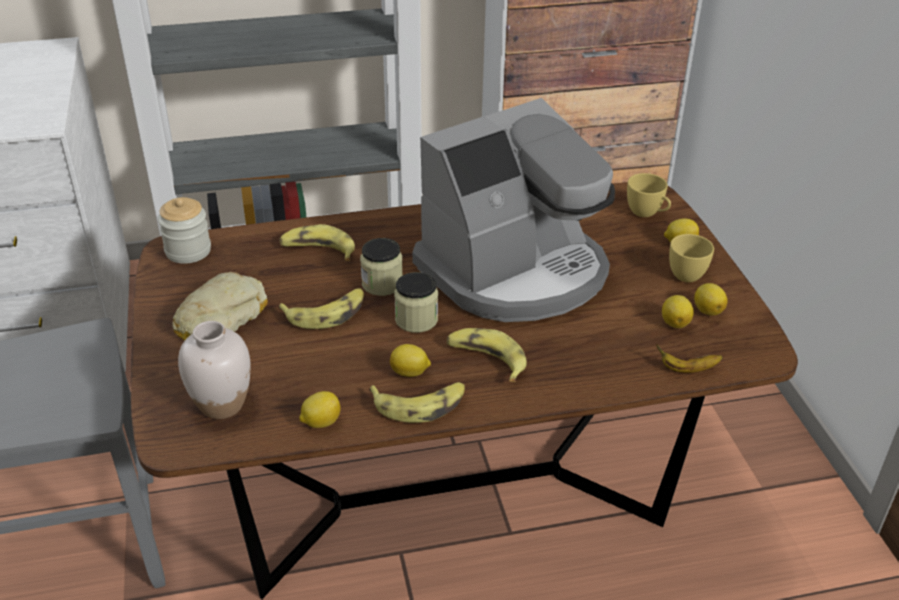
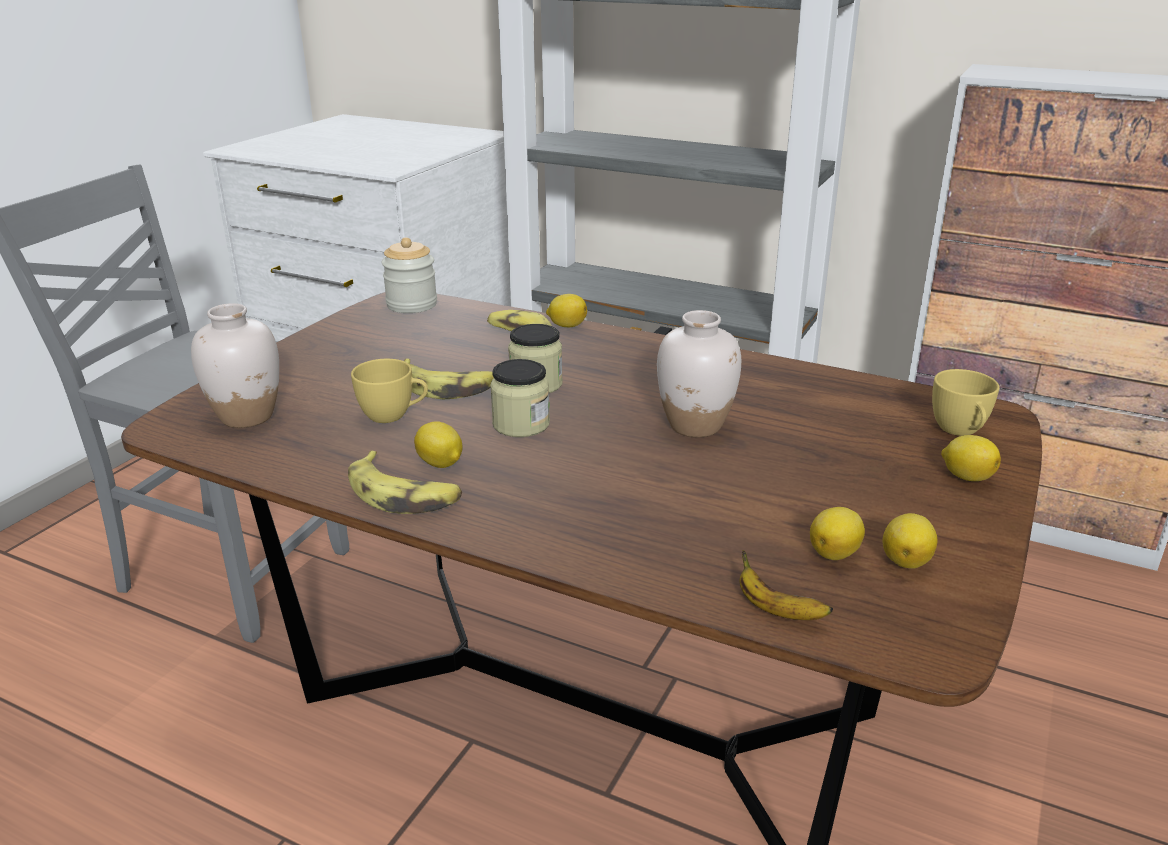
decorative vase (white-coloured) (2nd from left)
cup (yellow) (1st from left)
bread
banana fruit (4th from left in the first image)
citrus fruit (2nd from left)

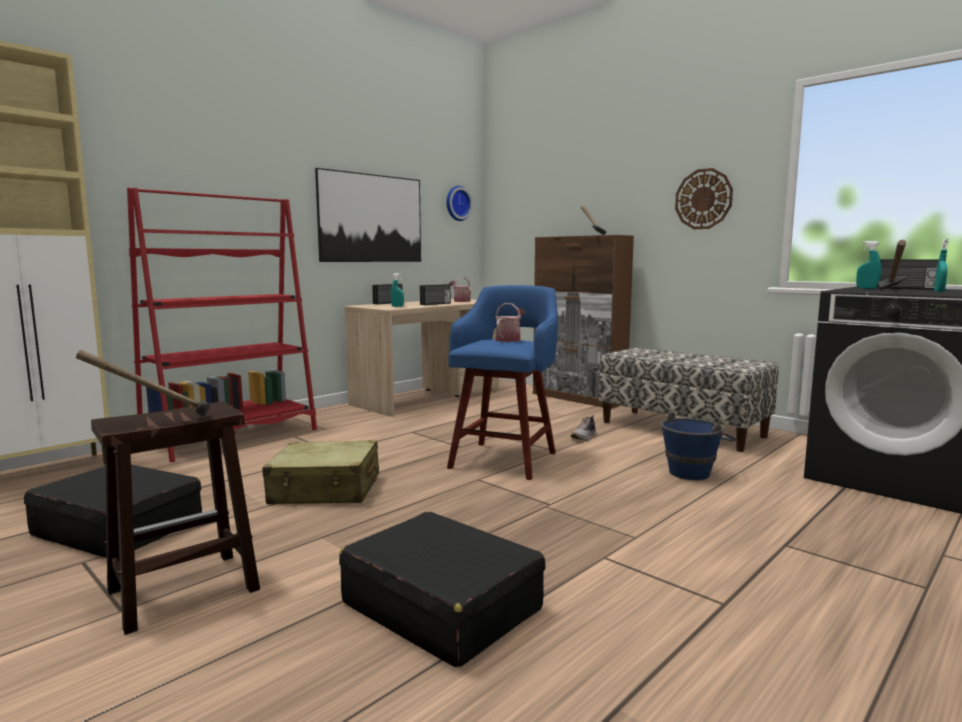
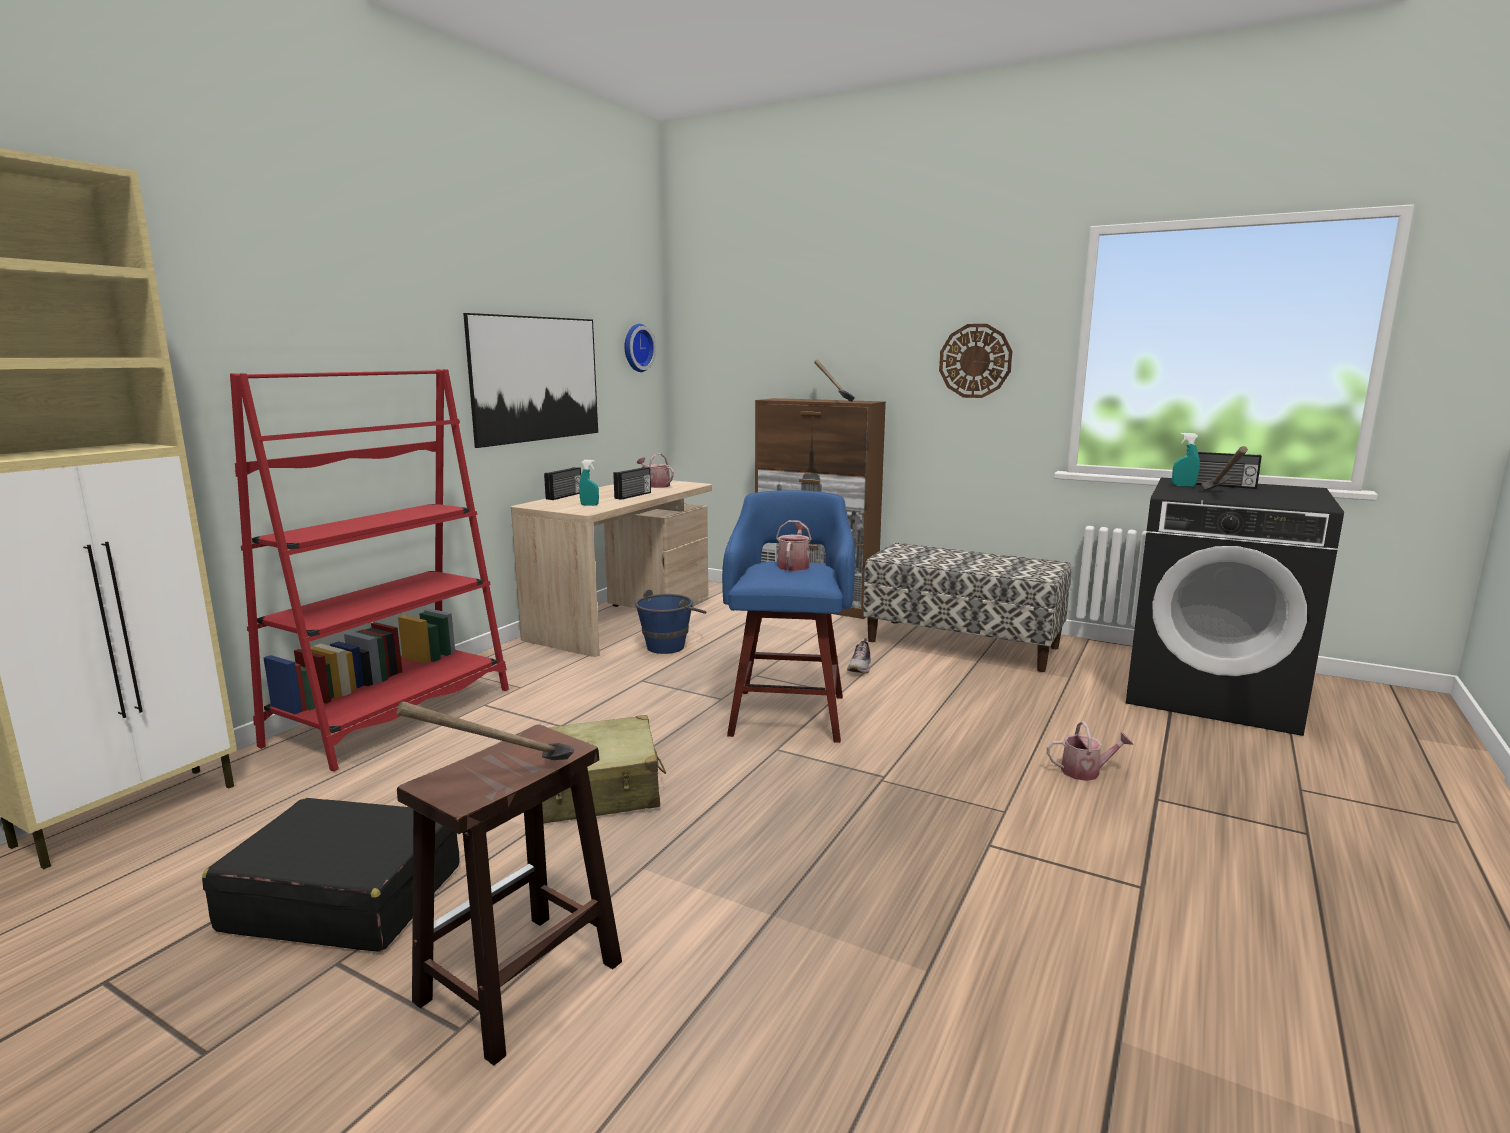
spray bottle (blue-green) (3rd from left in the first image)
bucket (blue-coloured)
piece of luggage (black-coloured) (2nd from left in the first image)
watering pot (3rd from left)

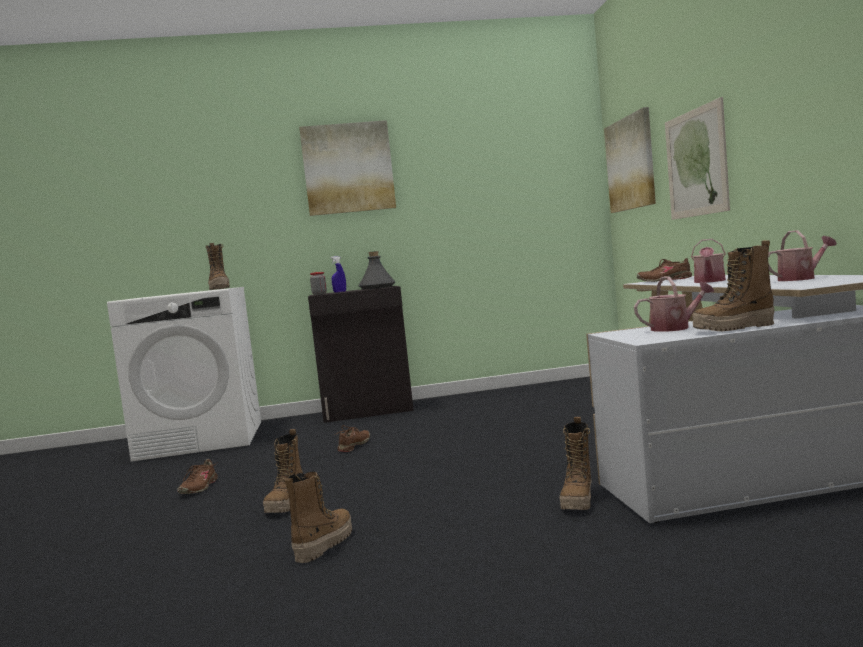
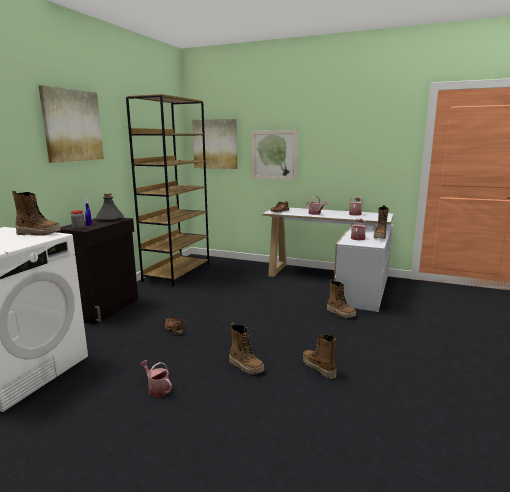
watering pot (1st from left)
shelving unit (brown)

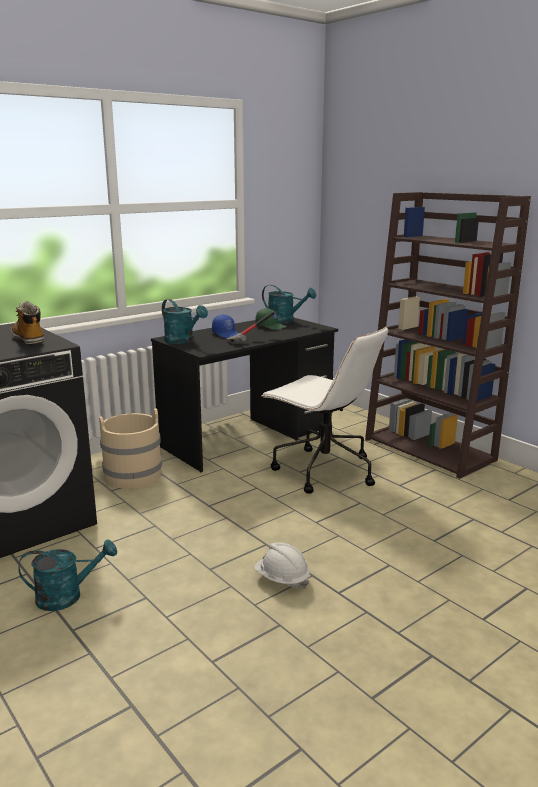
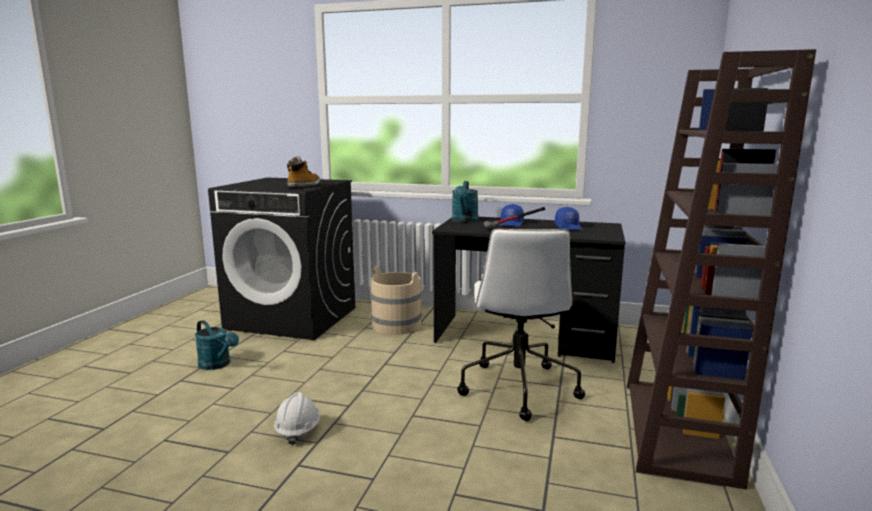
watering pot (blue-green) (3rd from left in the first image)
cap (blue-coloured) (2nd from left)

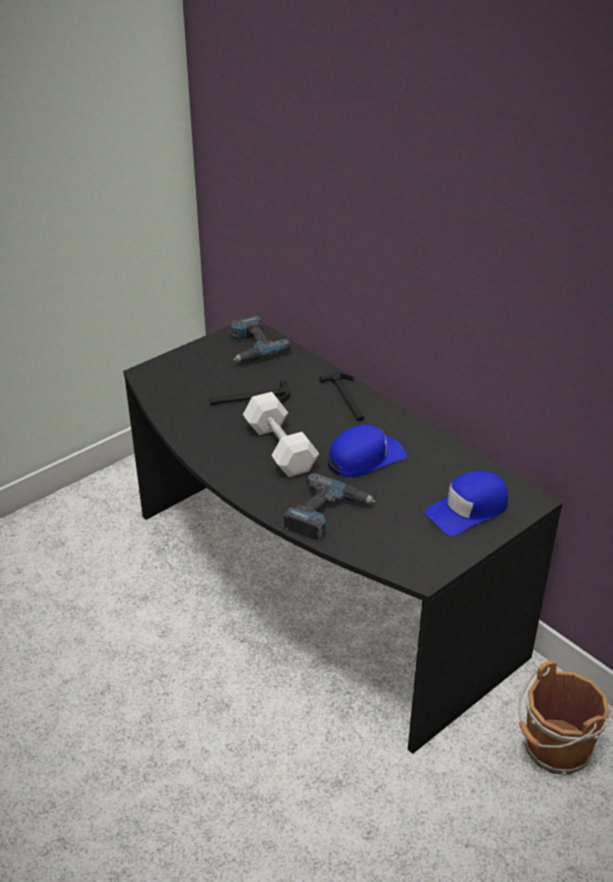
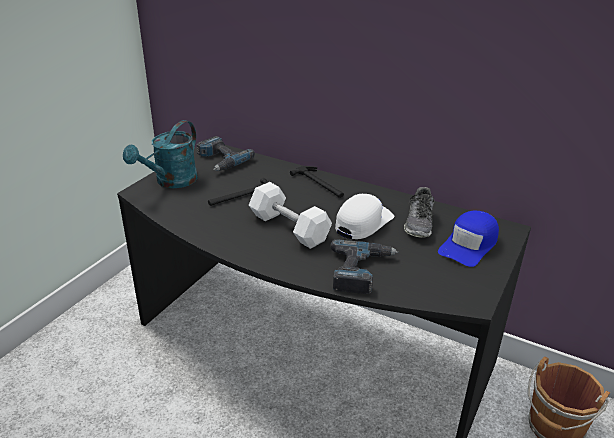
cap (white-coloured)
watering pot (blue-green)
shoe

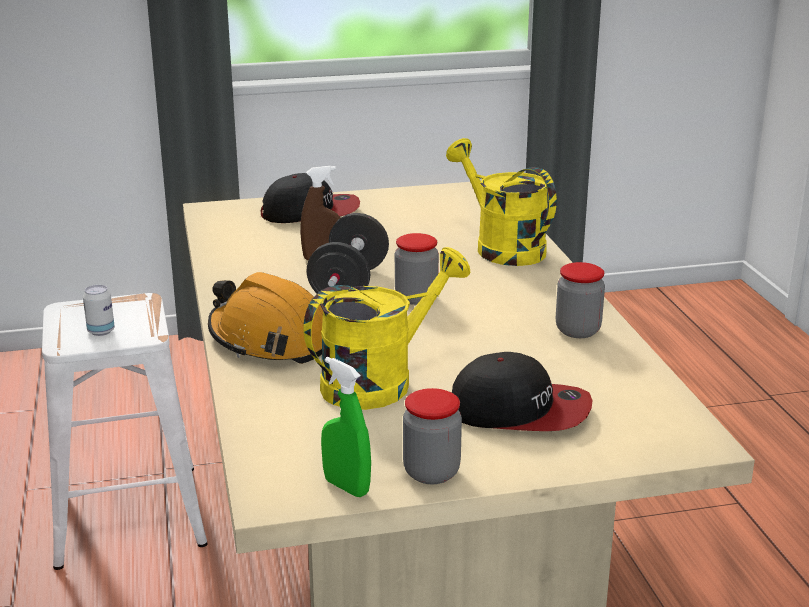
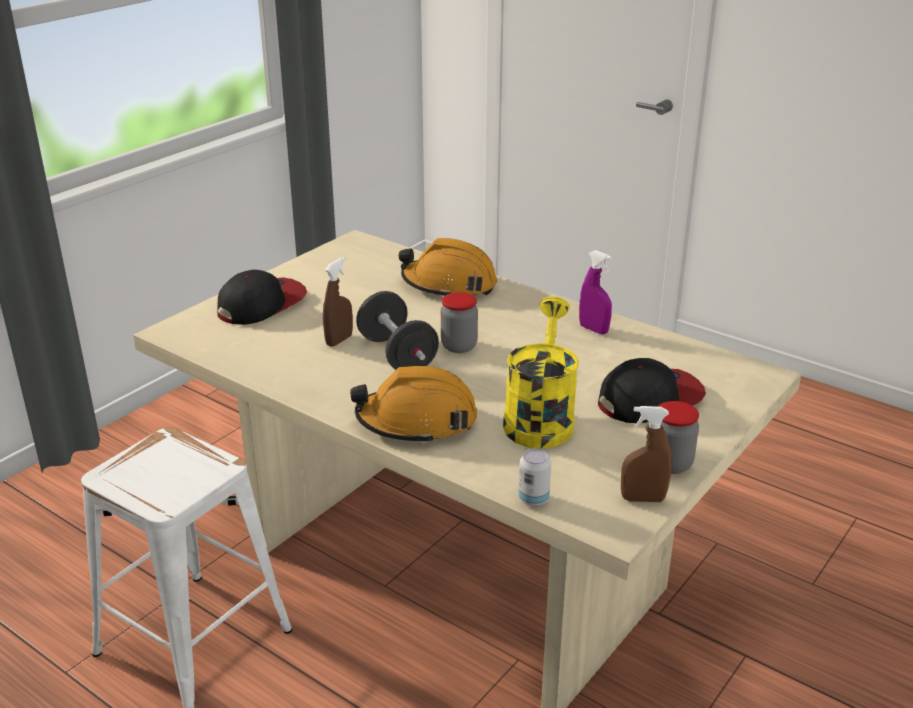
hard hat (orange-coloured) (2nd from left)
spray bottle (purple-coloured)
metal can
spray bottle (brown) (2nd from left)

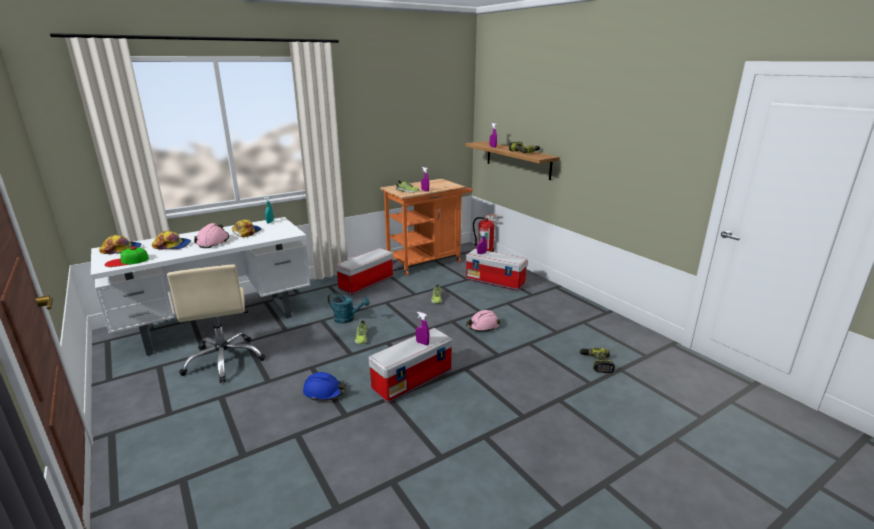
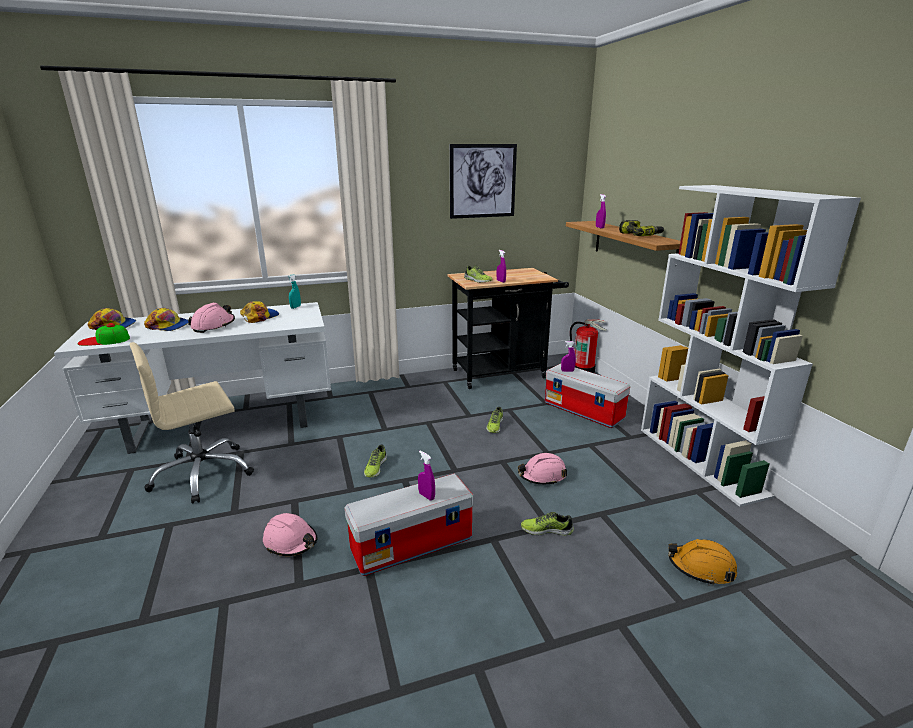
wheeled cart (black-coloured)
storage box (1st from left in the first image)
computer chair (beige)
watering pot (blue-green)
hard hat (orange-coloured)
hard hat (pink) (2nd from left)
wall art
shelving unit (white-coloured)
shoe (4th from left)

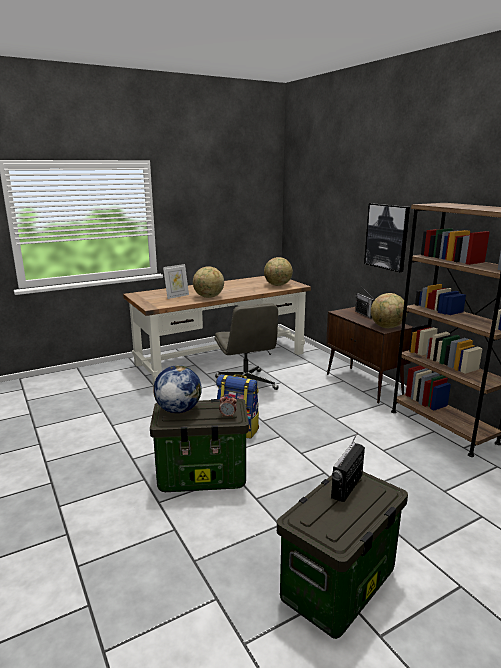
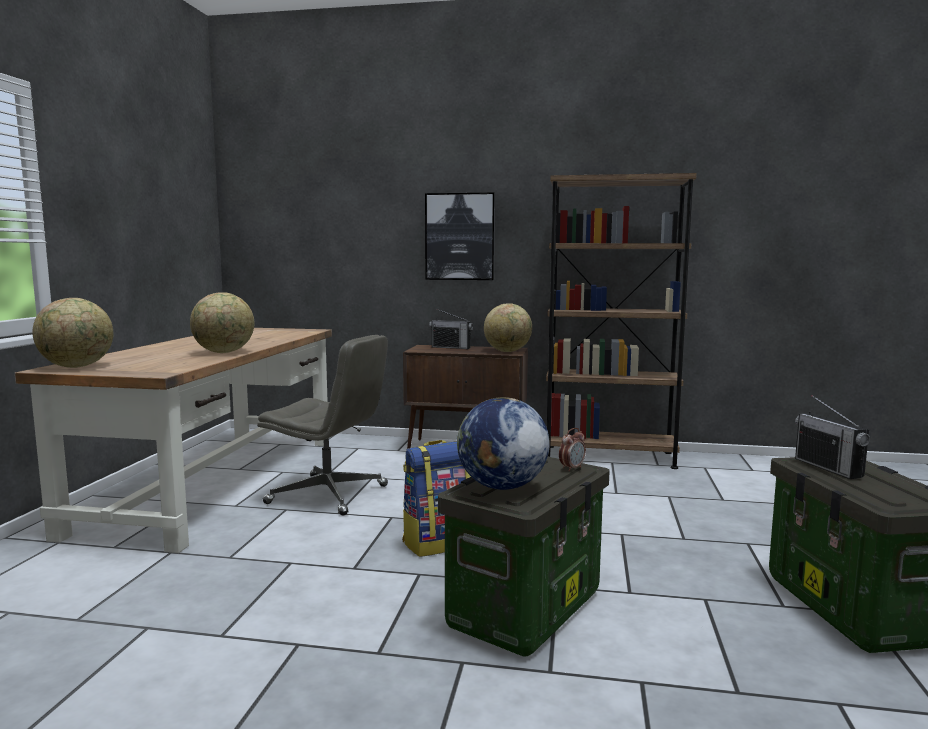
globe (1st from left)
photo frame

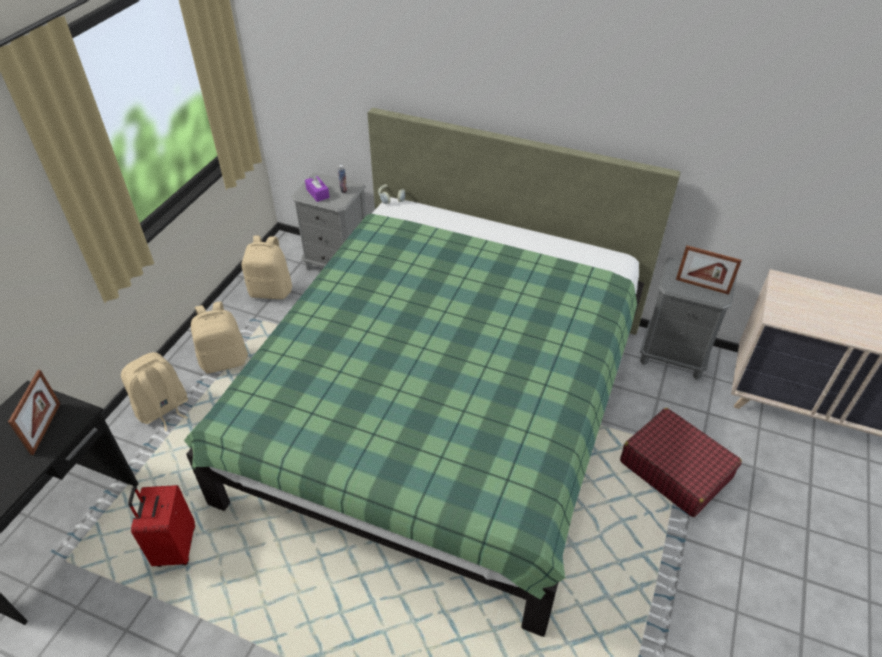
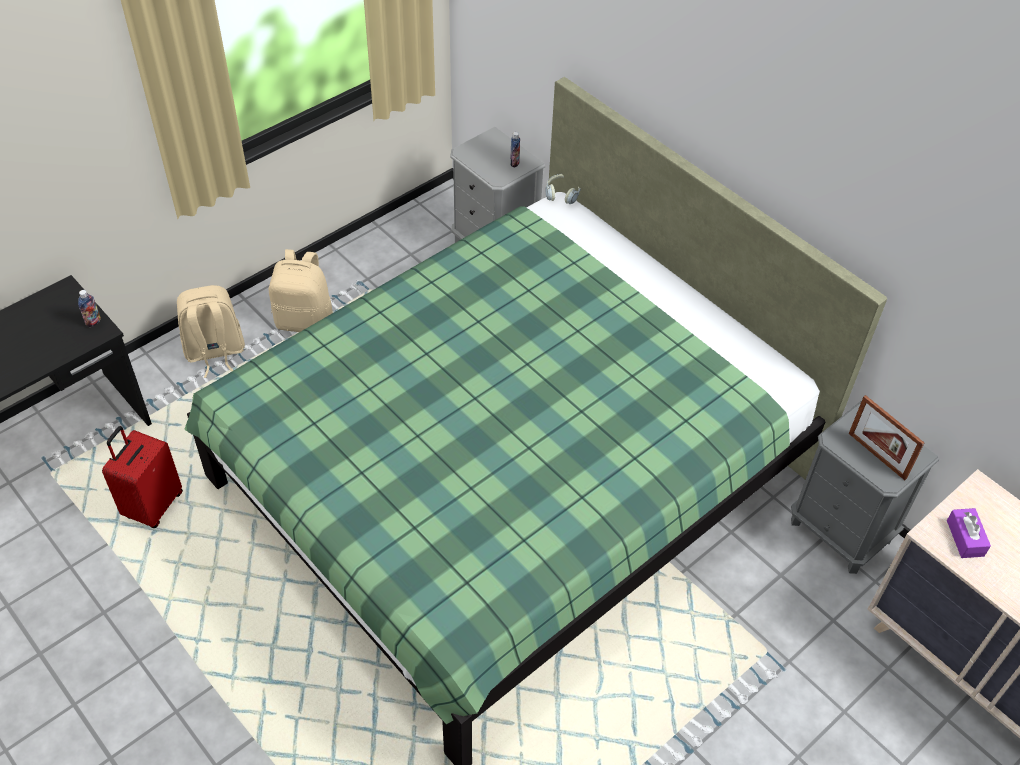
tissue holder (purple-coloured)
rucksack (beige) (3rd from left in the first image)
photo frame (1st from left in the first image)
piece of luggage (red) (2nd from left in the first image)
beverage bottle (1st from left)

